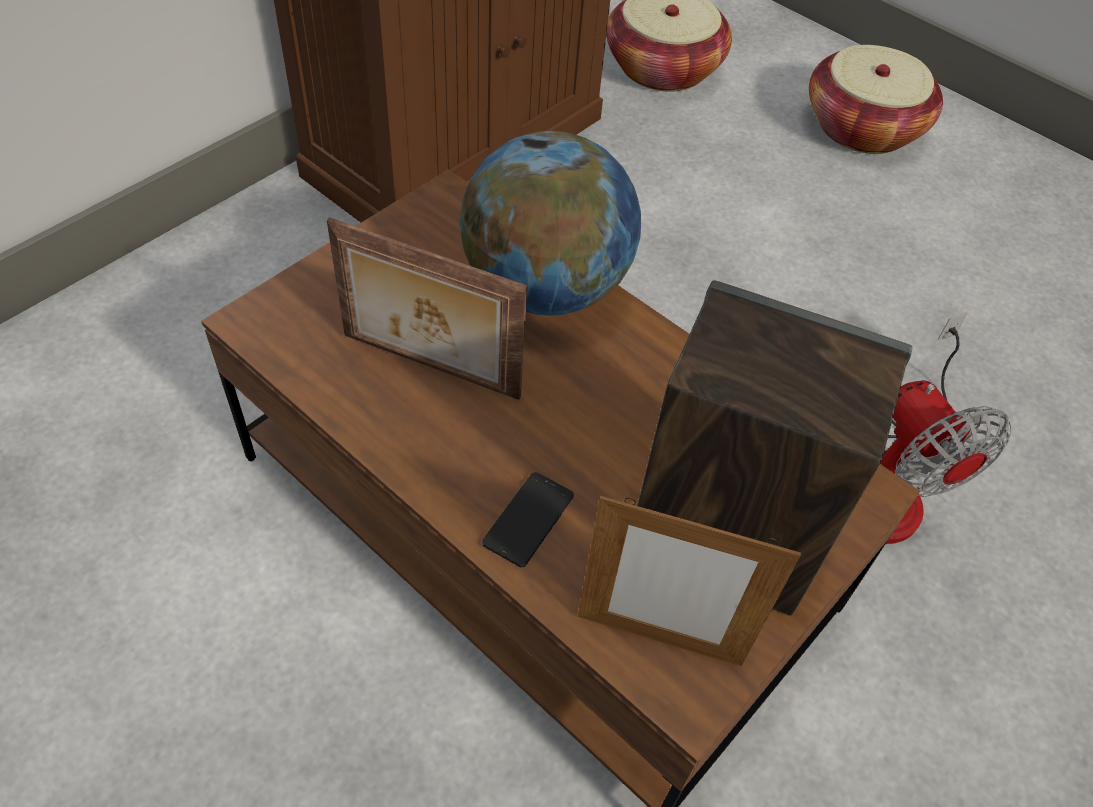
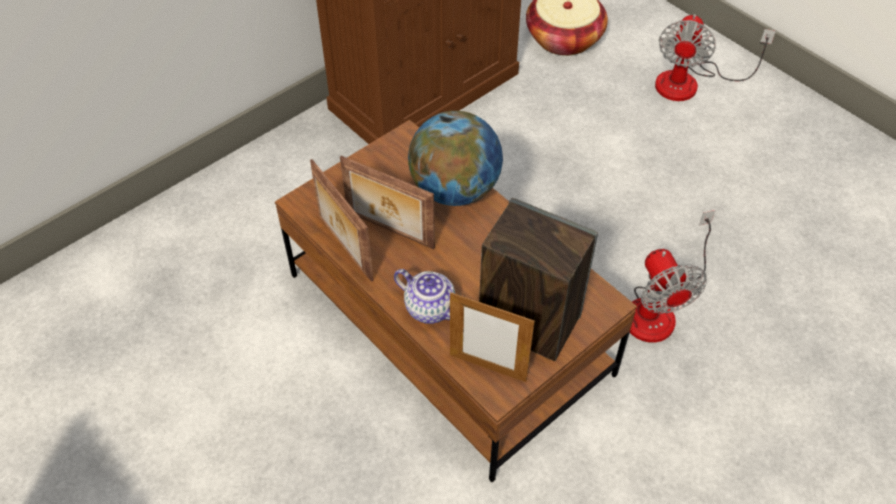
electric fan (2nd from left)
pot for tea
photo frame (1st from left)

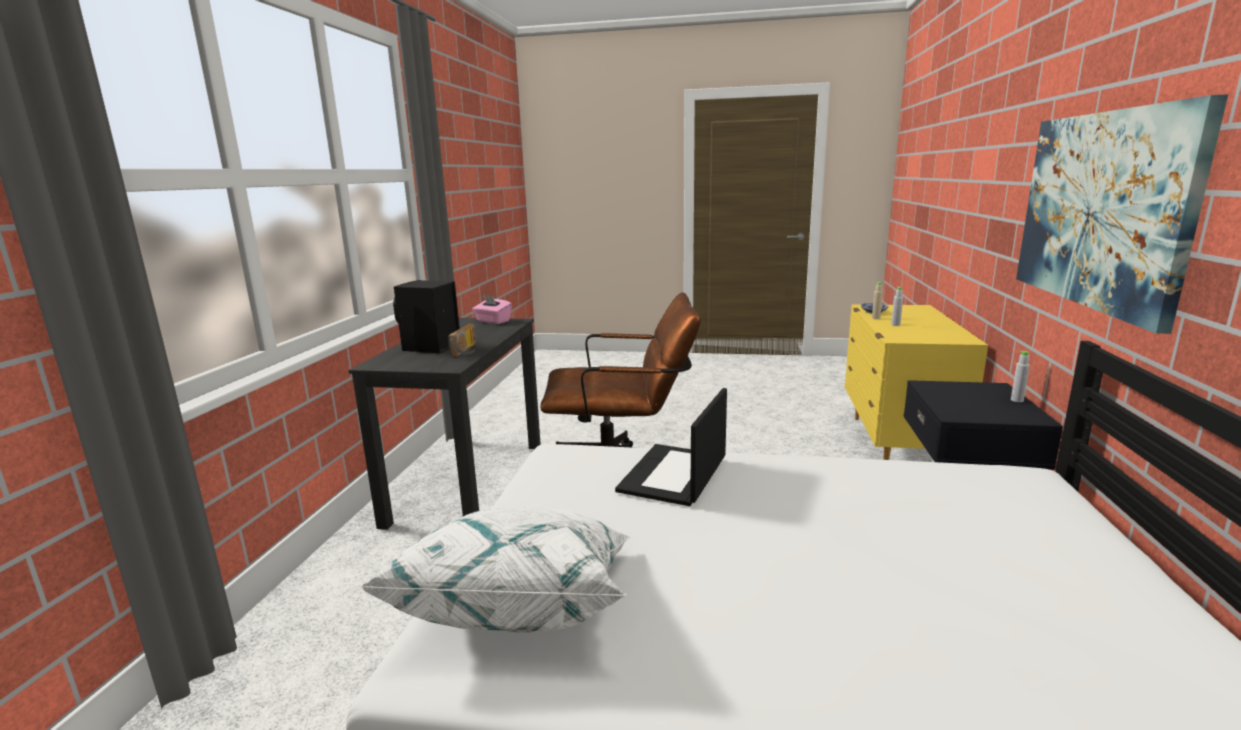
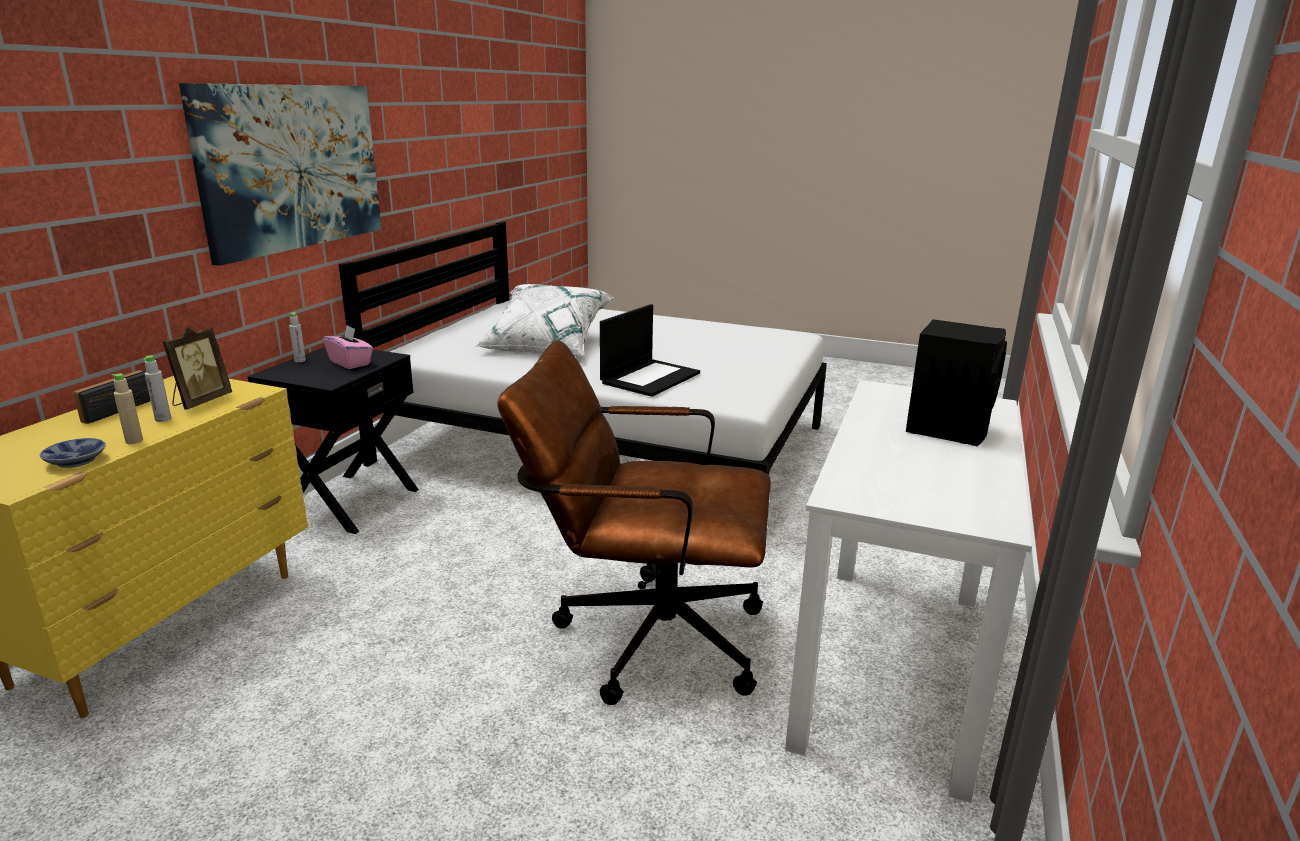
tissue holder (pink)
desk table (white-coloured)
radio set
pillow (white-coloured)
photo frame

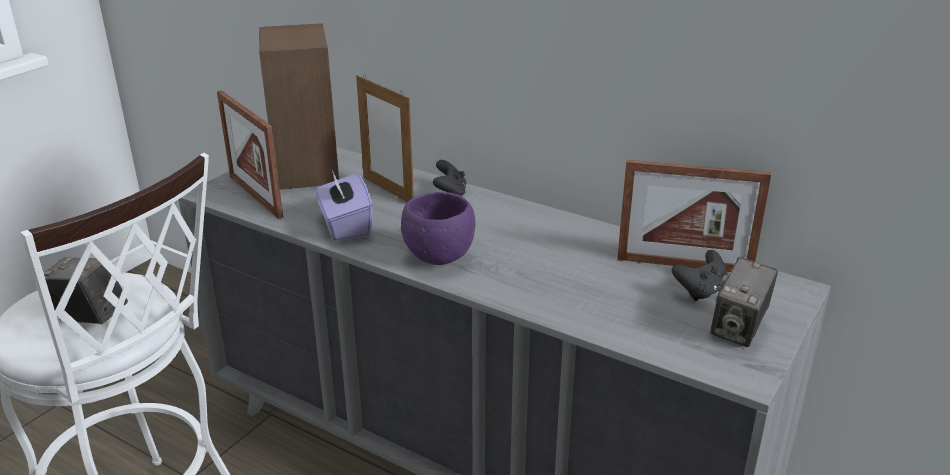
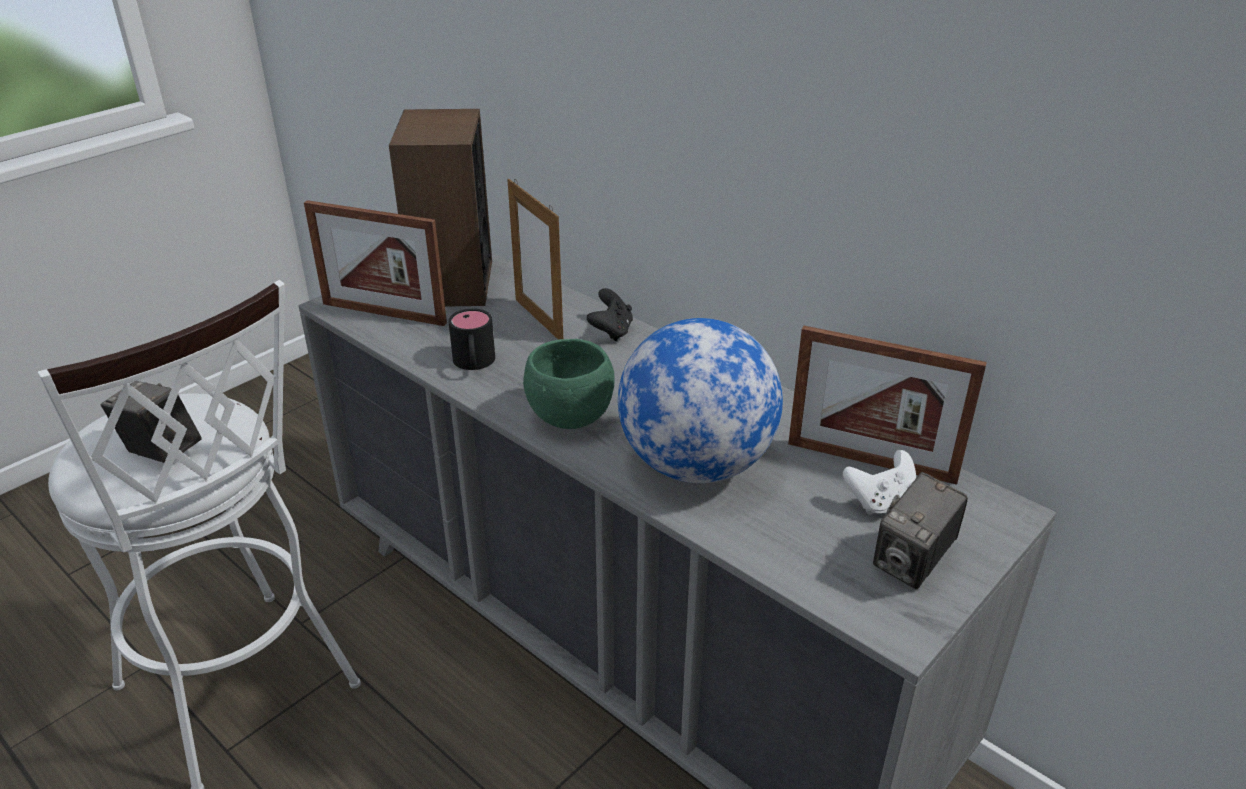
photo frame (1st from left)
tea mug (black-coloured)
deep dish (green-coloured)
gamepad (white-coloured)
globe

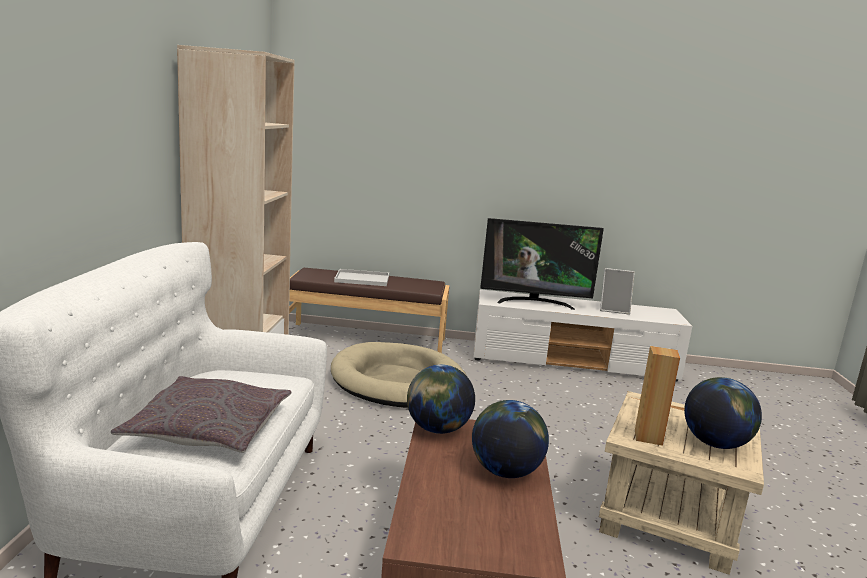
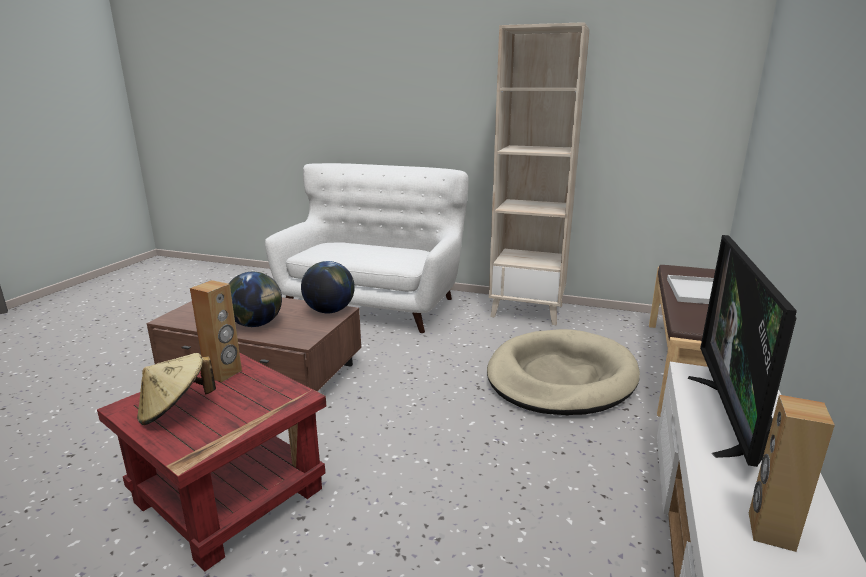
speaker (brown) (2nd from left)
pillow (gray)
hat (beige)
end table (red)

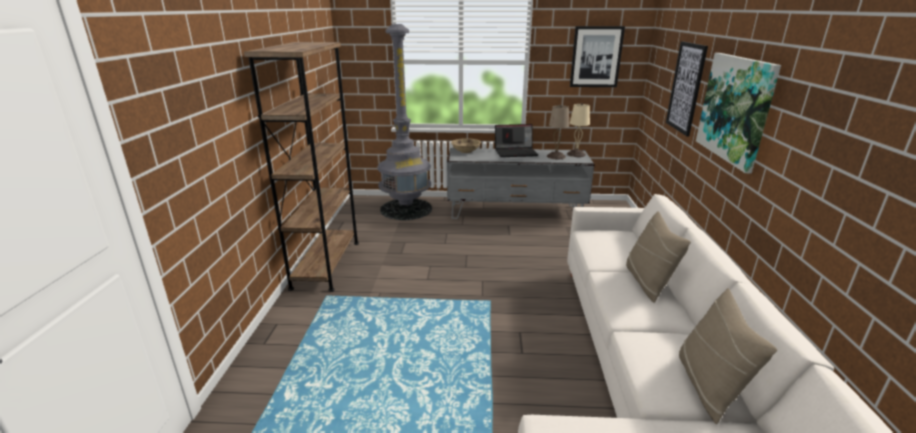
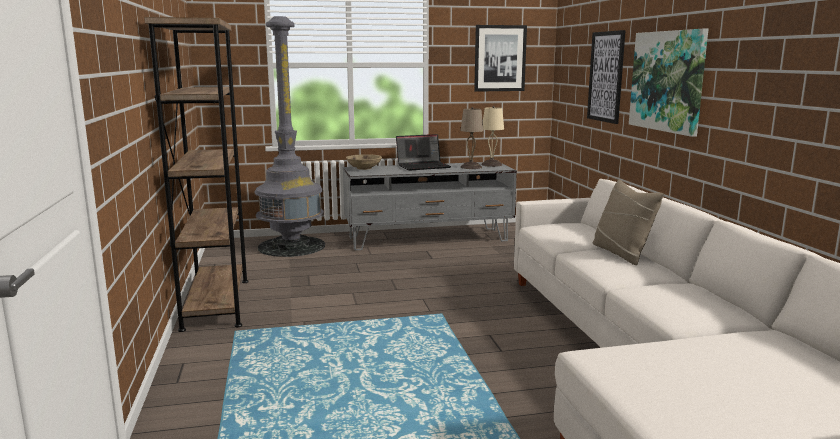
pillow (beige) (2nd from left in the first image)

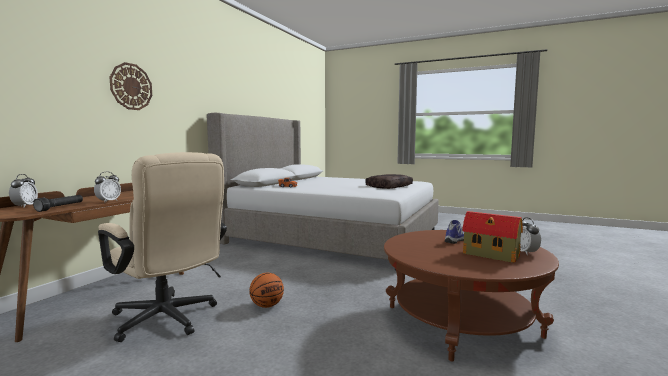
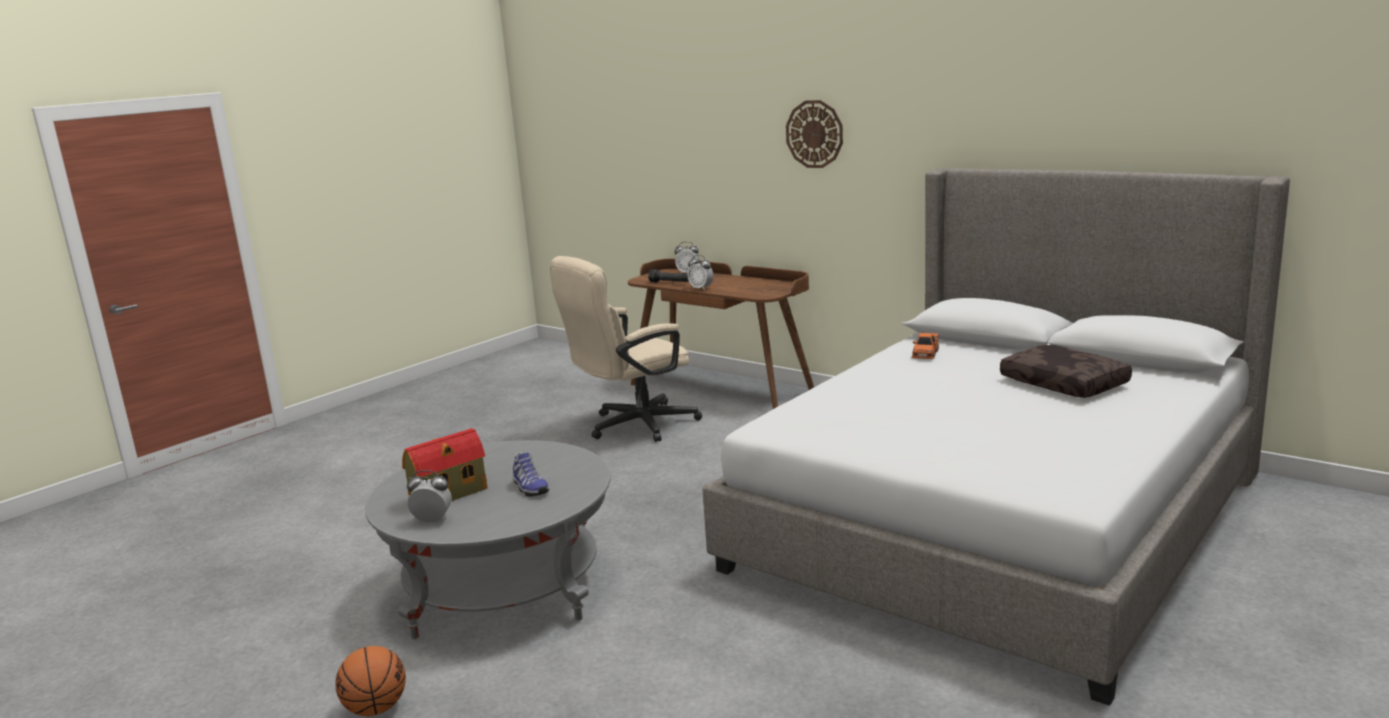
pillow (brown)
lounge table (gray)
ball for basketball

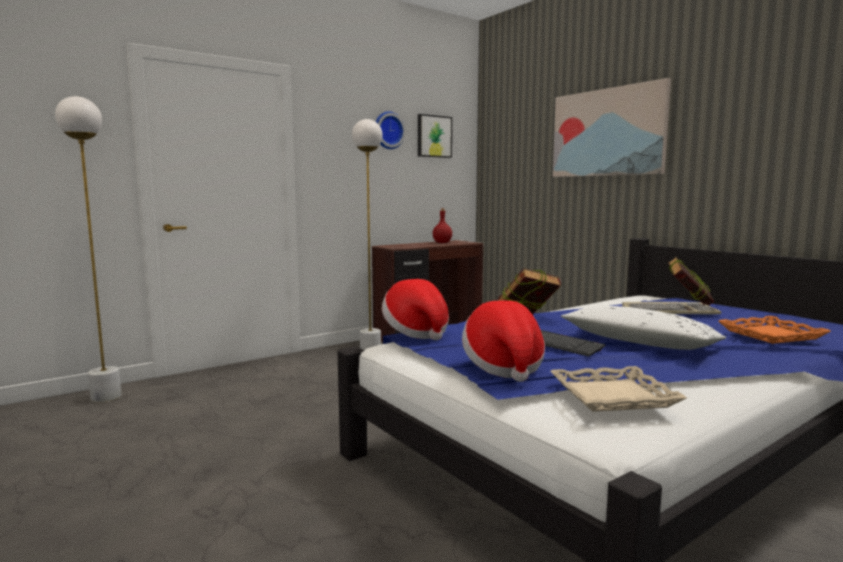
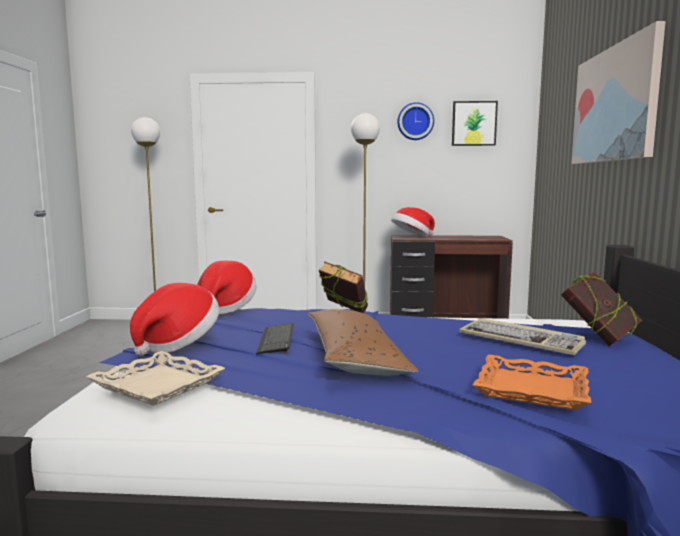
beverage bottle (red)
pillow (brown)
hat (3rd from left)

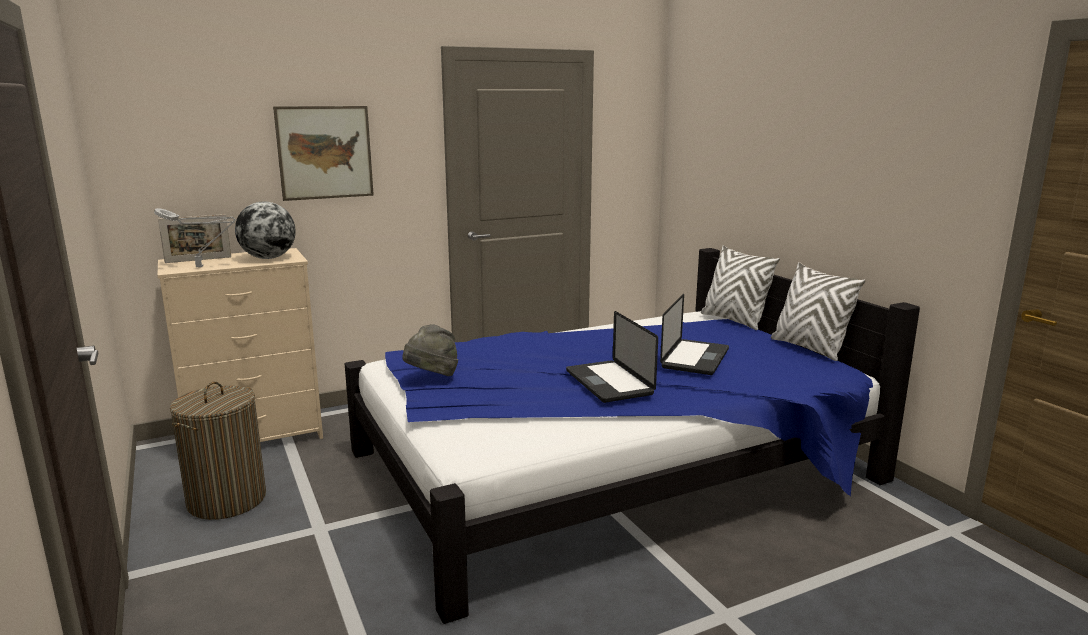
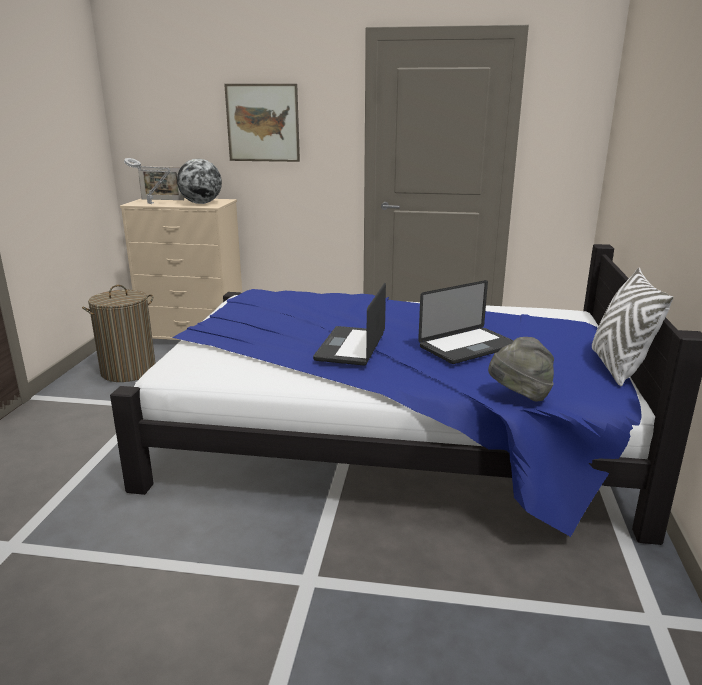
pillow (white-coloured) (1st from left in the first image)
hat (gray)

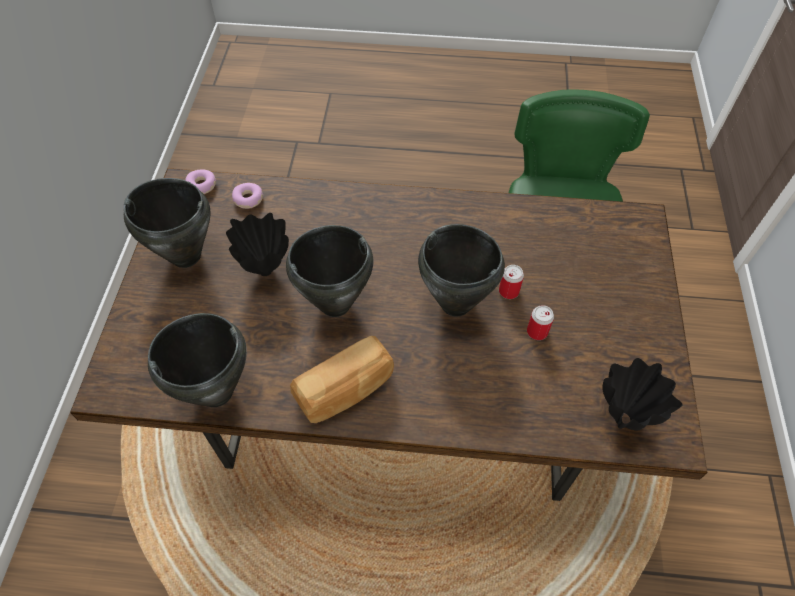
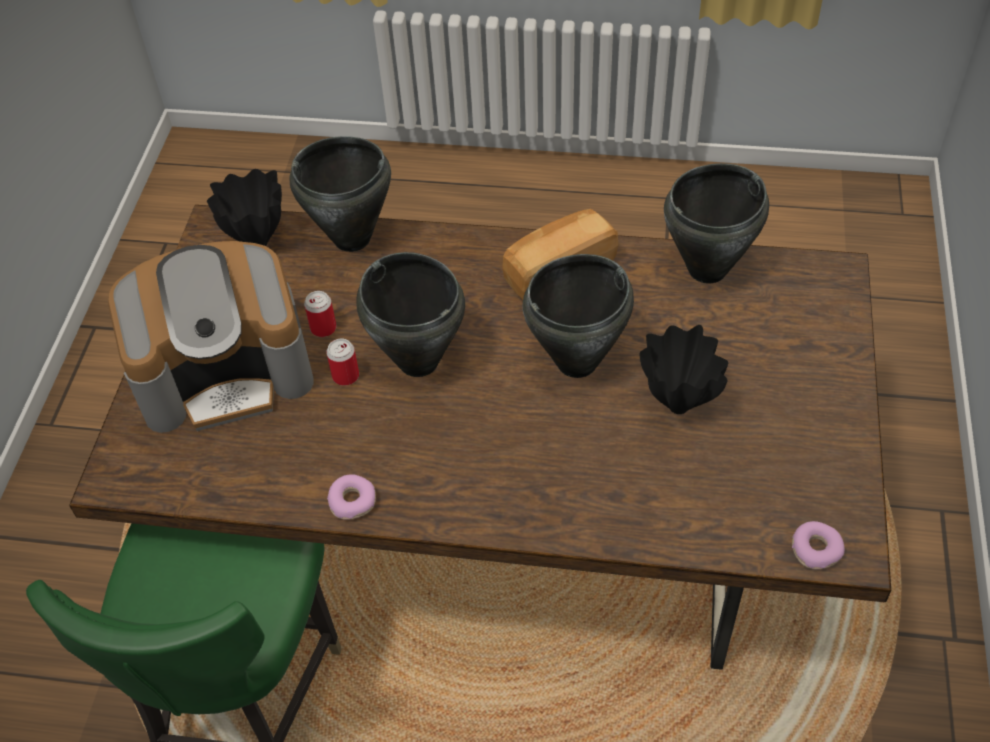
saucepot (black-coloured) (1st from left)
donut (1st from left)
coffee machine

